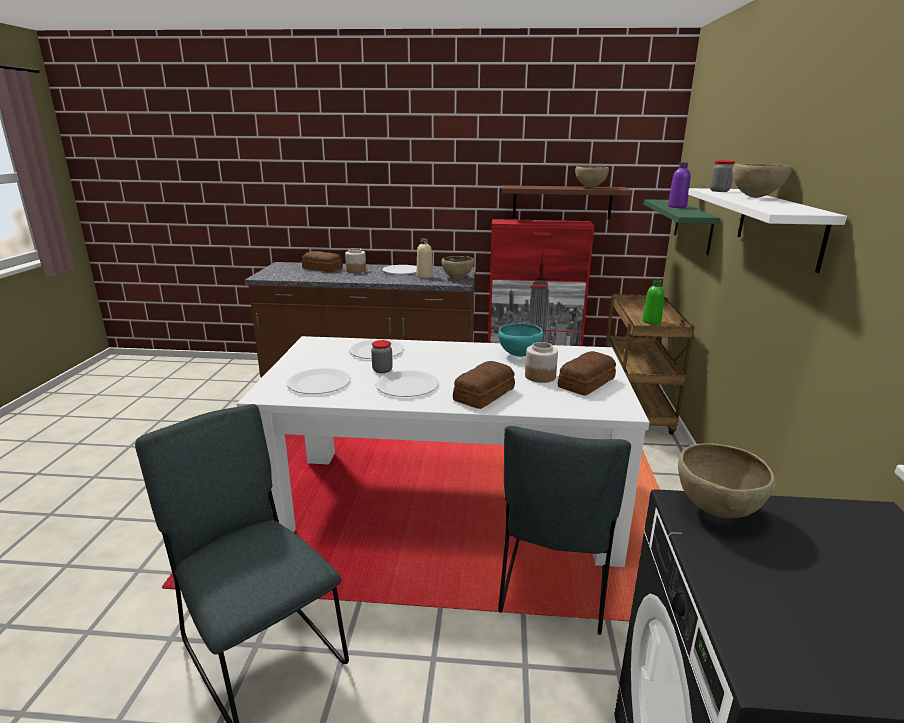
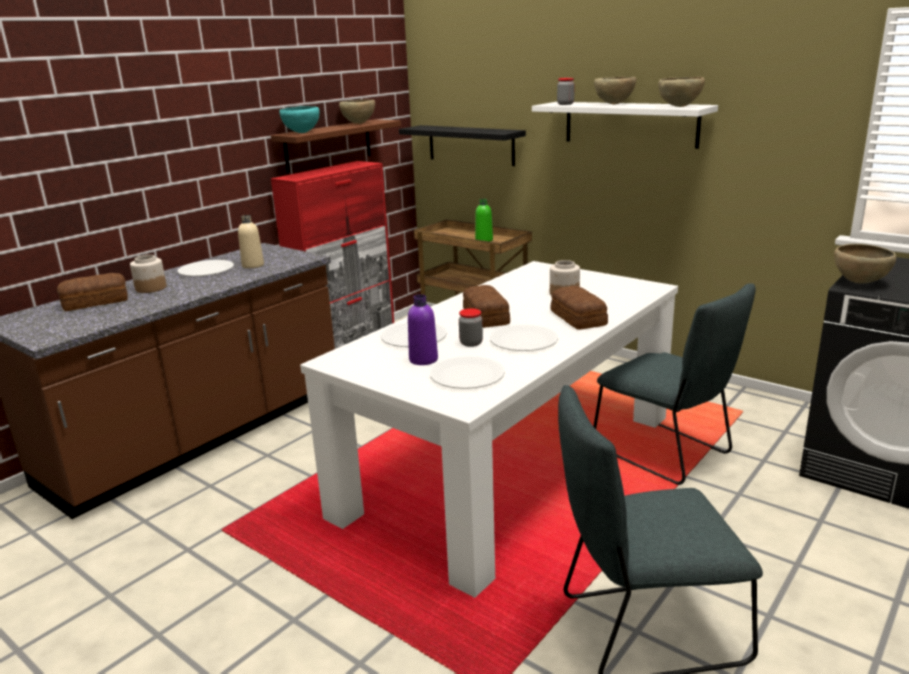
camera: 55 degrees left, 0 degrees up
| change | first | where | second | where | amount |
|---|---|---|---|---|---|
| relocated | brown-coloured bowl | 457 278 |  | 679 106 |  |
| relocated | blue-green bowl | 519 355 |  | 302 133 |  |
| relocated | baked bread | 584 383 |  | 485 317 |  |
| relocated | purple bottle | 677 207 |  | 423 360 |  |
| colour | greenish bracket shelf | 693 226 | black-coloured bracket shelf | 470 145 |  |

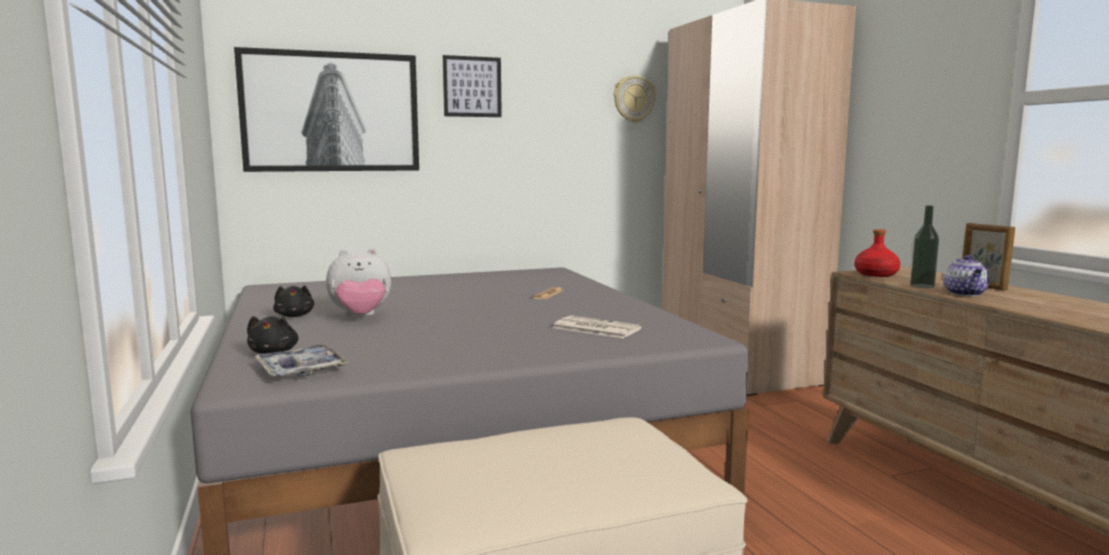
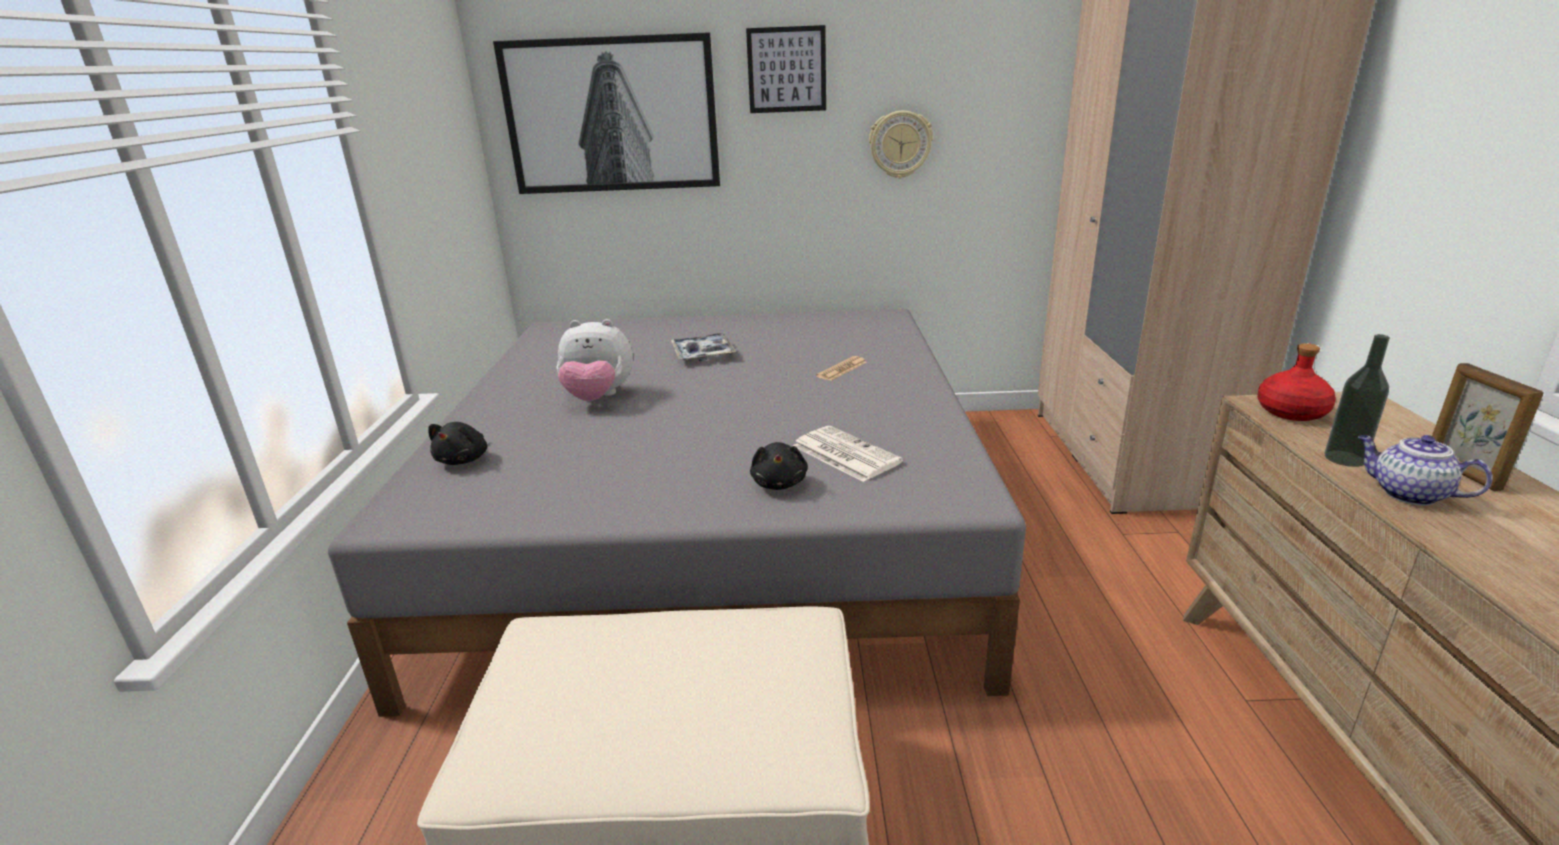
camera: 20 degrees right, 15 degrees up
| change | first | where | second | where | amount |
|---|---|---|---|---|---|
| relocated | serving tray | 302 370 |  | 703 354 |  |
| relocated | black-coloured cuddly toy | 294 316 |  | 779 483 |  |
| relocated | wall clock | 633 99 |  | 900 144 |  |
| spun | pot for tea | 965 294 |  | 1407 494 | 105 degrees clockwise |

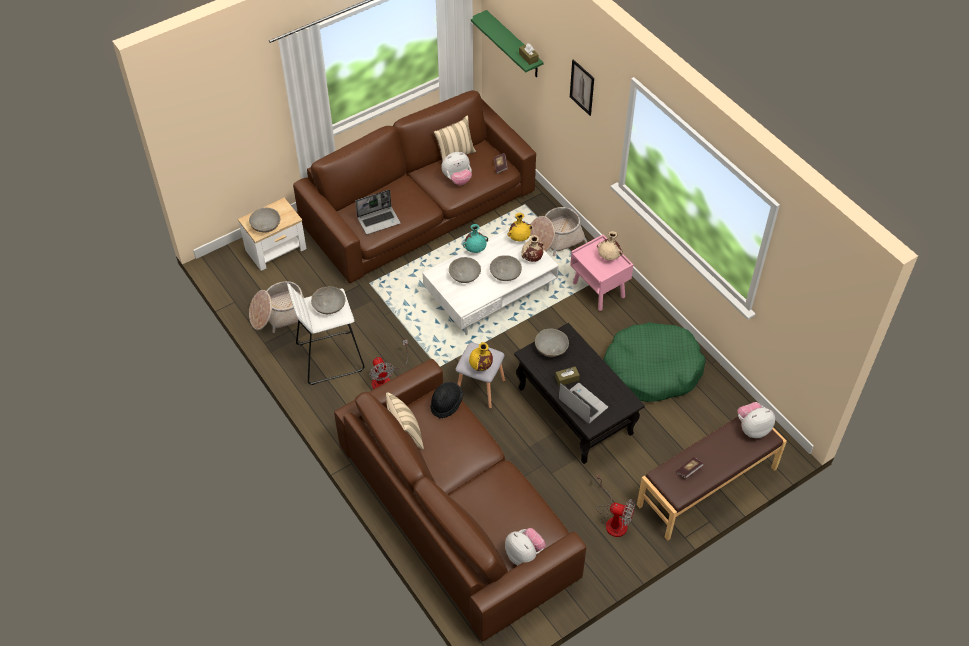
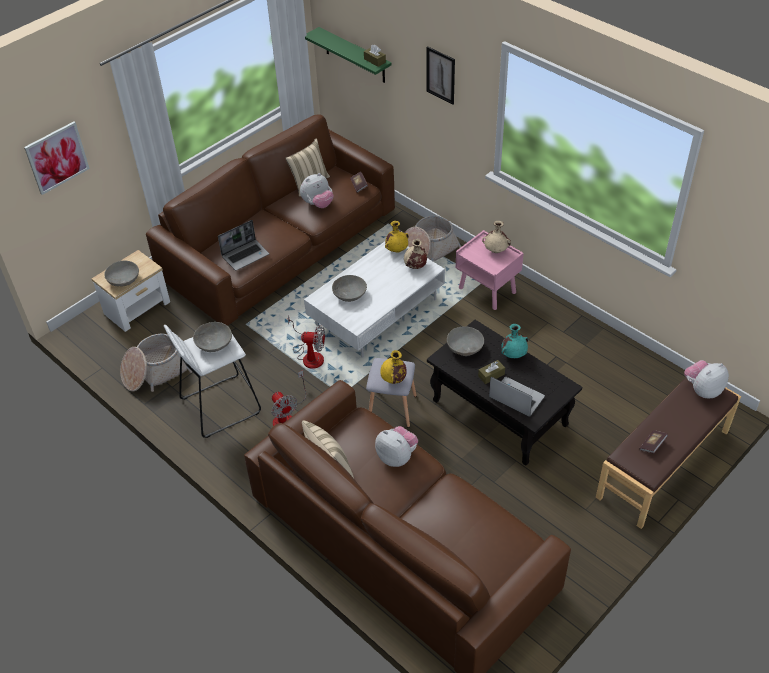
camera: 10 degrees left, 5 degrees down
| change | first | where | second | where | amount |
|---|---|---|---|---|---|
| missing | black-coloured clothing hat | 446 404 |  |  |  |
| missing | gray bowl | 505 274 |  |  |  |
| missing | greenish dog cushion | 651 370 |  |  |  |
| appeared |  |  | wall picture | 57 157 |  |
| relocated | blue-green flower vase | 475 250 |  | 514 355 |  |
| relocated | cuddly toy | 524 555 |  | 397 456 |  |
| relocated | fan | 613 520 |  | 309 355 |  |

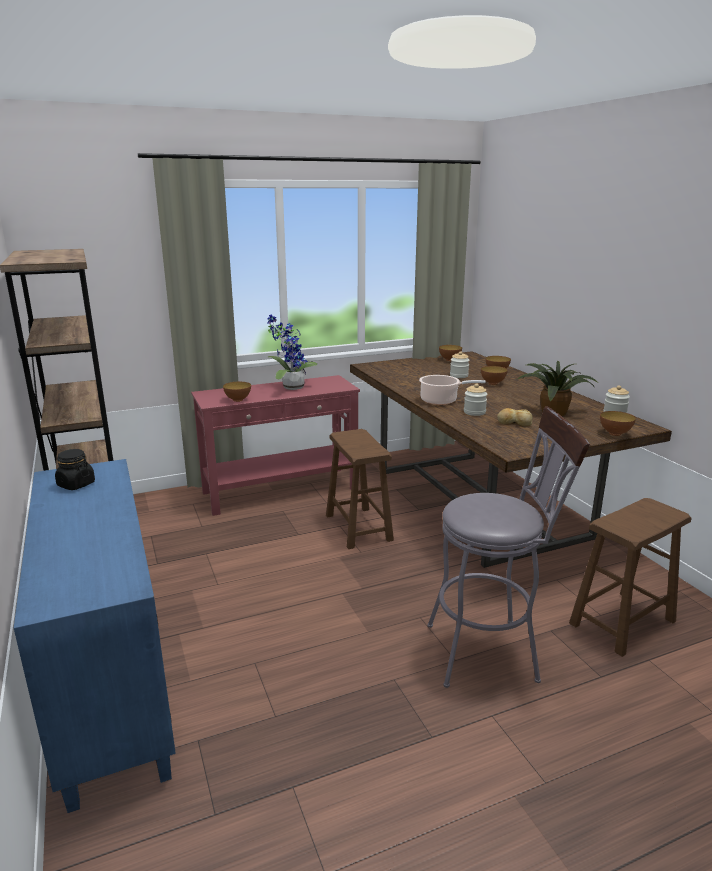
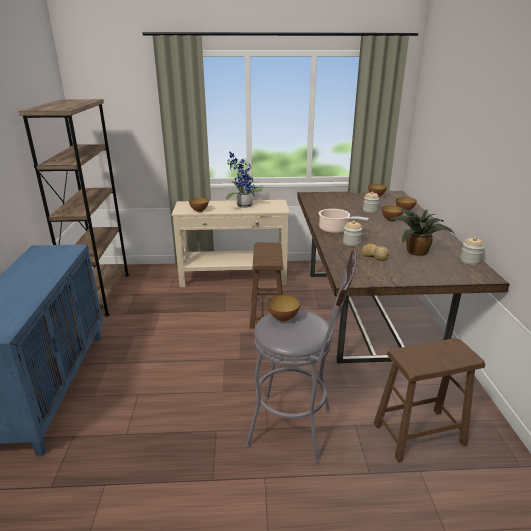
camera: 20 degrees right, 5 degrees up
| change | first | where | second | where | amount |
|---|---|---|---|---|---|
| missing | black-coloured preserve jar | 76 484 |  |  |  |
| relocated | bowl | 615 433 |  | 283 318 |  |
| colour | red-coloured console table | 281 491 | sand-coloured console table | 234 277 |  |

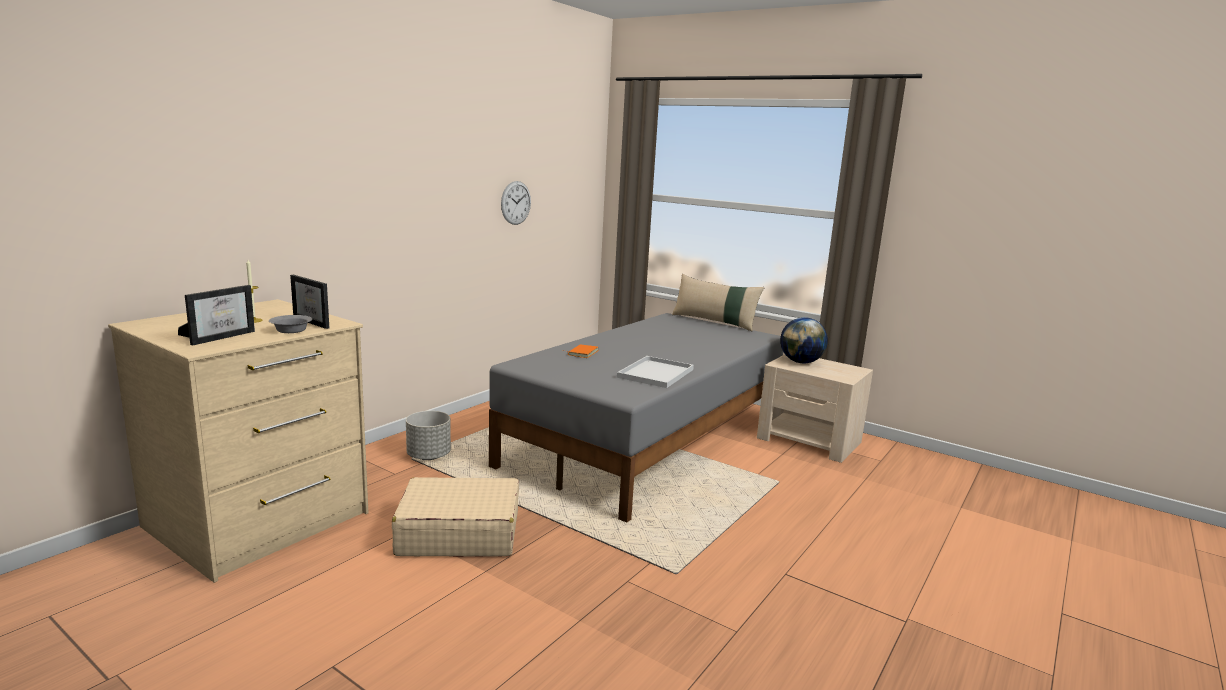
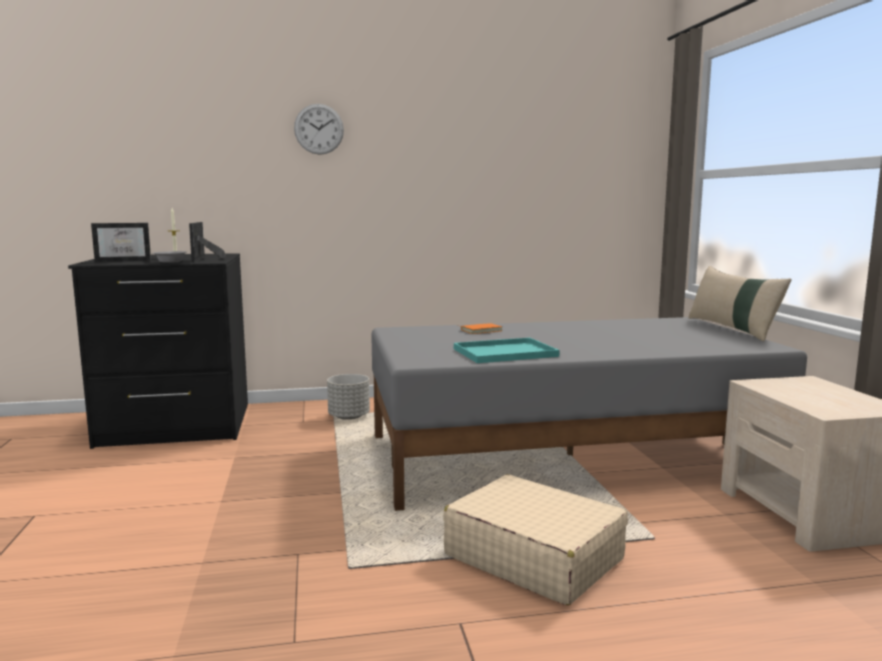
camera: 45 degrees right, 5 degrees down
| change | first | where | second | where | amount |
|---|---|---|---|---|---|
| missing | globe | 801 362 |  |  |  |
| relocated | sand-coloured suitcase | 458 533 |  | 533 557 |  |
| relocated | wall clock | 516 203 |  | 319 129 |  |
| colour | sand-coloured chest of drawers | 259 521 | black-coloured chest of drawers | 176 425 |  |
| colour | whitish serving tray | 656 374 | blue-green serving tray | 503 353 |  |

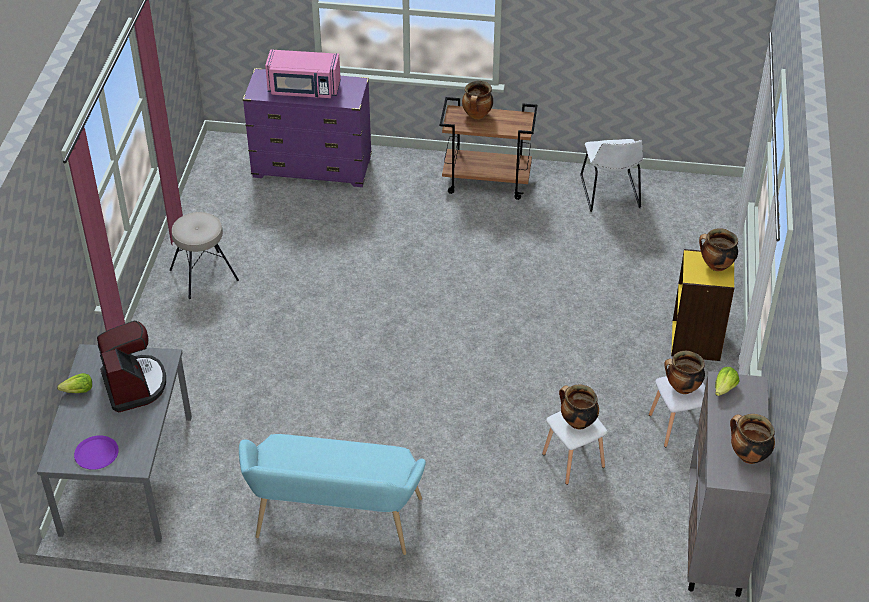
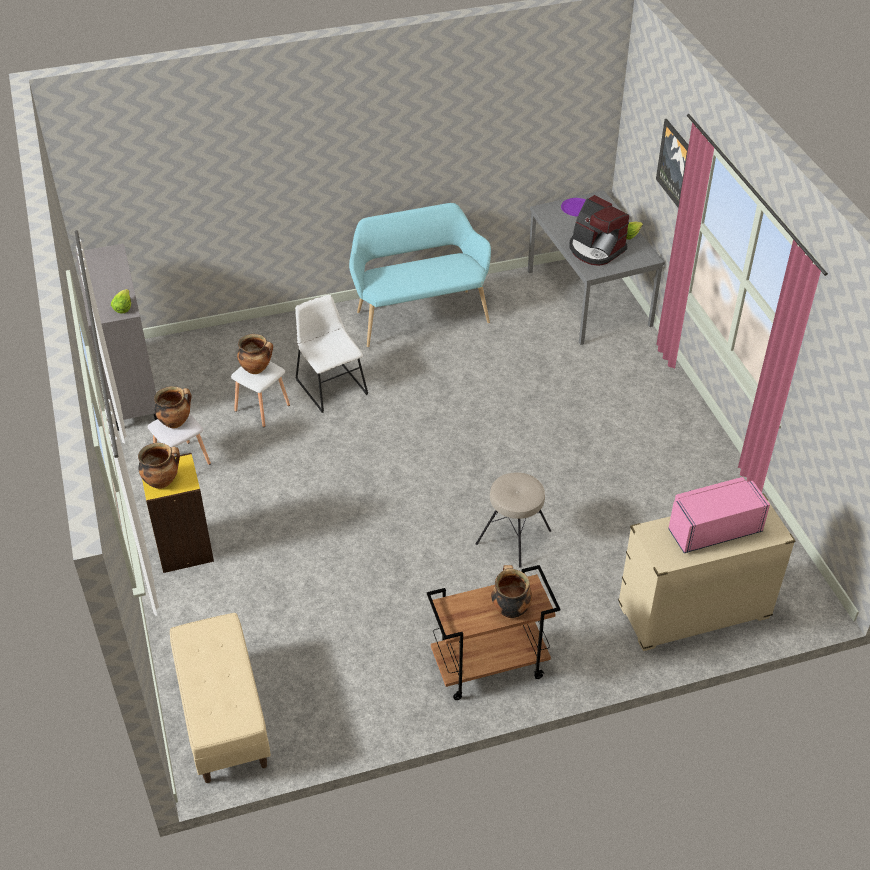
camera: 155 degrees right, 0 degrees up
| change | first | where | second | where | amount |
|---|---|---|---|---|---|
| missing | saucepot | 748 455 |  |  |  |
| appeared |  |  | sand-coloured indoor bench | 222 715 |  |
| appeared |  |  | wall picture | 675 164 |  |
| relocated | sand-coloured sitting stool | 203 274 |  | 514 537 |  |
| relocated | whitish upright chair | 610 194 |  | 330 385 |  |
| colour | purple chest of drawers | 312 167 | sand-coloured chest of drawers | 693 612 |  |

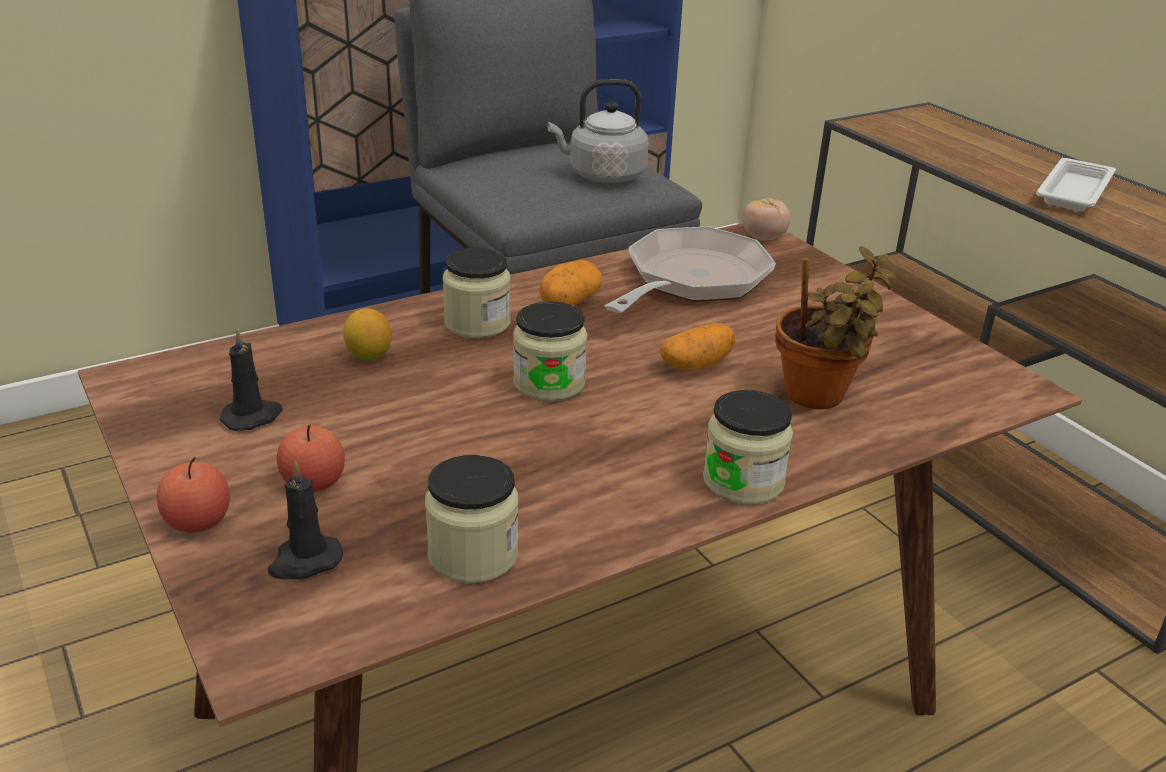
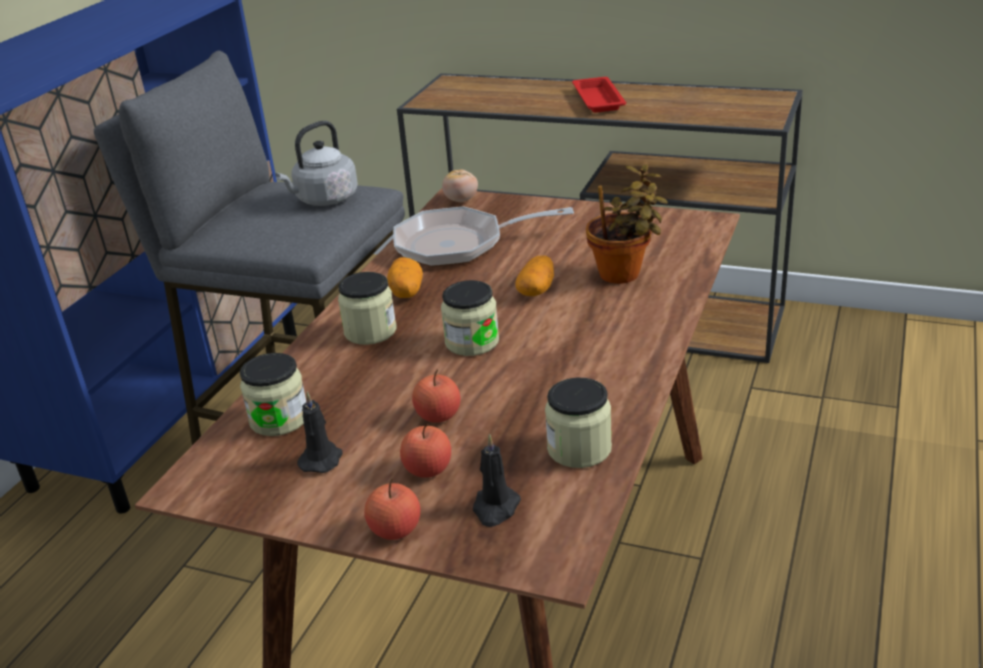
camera: 35 degrees left, 0 degrees up
| change | first | where | second | where | amount |
|---|---|---|---|---|---|
| missing | citrus fruit | 369 356 |  |  |  |
| appeared |  |  | whole apple | 438 416 |  |
| relocated | preserve jar | 743 481 |  | 279 419 |  |
| colour | whitish serving tray | 1074 191 | red-coloured serving tray | 598 99 |  |
| spun | pan | 691 281 |  | 459 244 | 90 degrees counterclockwise |

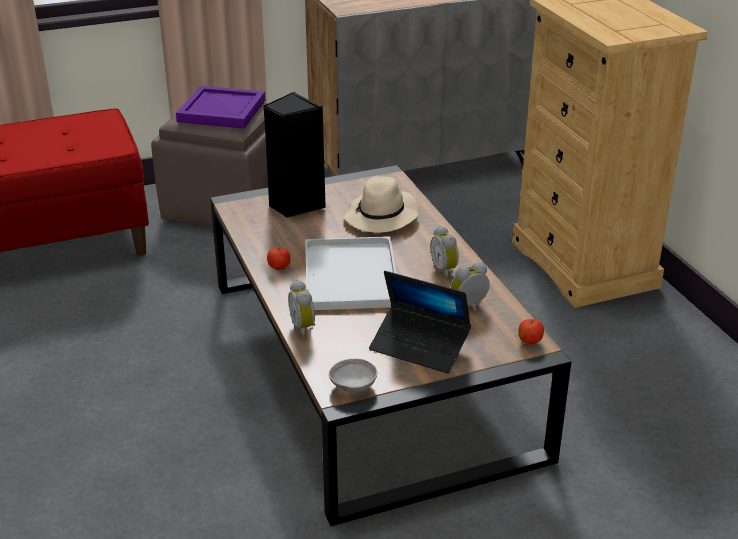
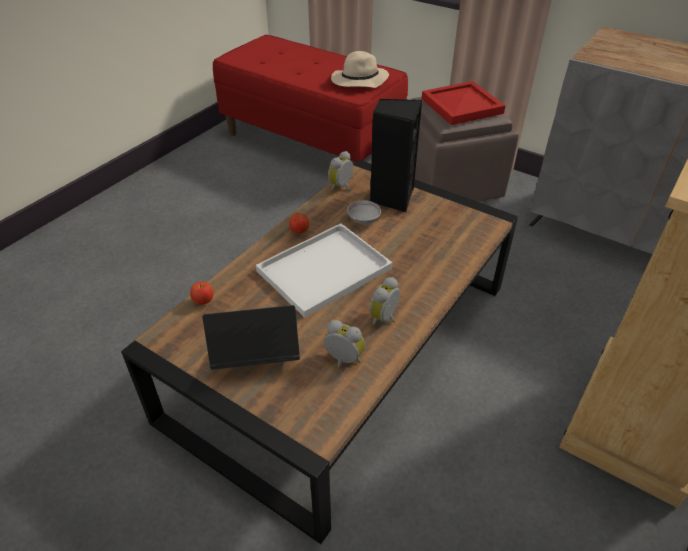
camera: 55 degrees right, 10 degrees up
| change | first | where | second | where | amount |
|---|---|---|---|---|---|
| relocated | alarm clock | 304 327 |  | 342 187 |  |
| relocated | gray bowl | 353 386 |  | 363 220 |  |
| relocated | sand-coloured clothing hat | 382 217 |  | 359 81 |  |
| relocated | whole apple | 529 342 |  | 203 301 |  |
| colour | purple serving tray | 223 110 | red-coloured serving tray | 463 106 |  |
| spun | portable computer | 419 346 |  | 256 356 | 90 degrees clockwise |

